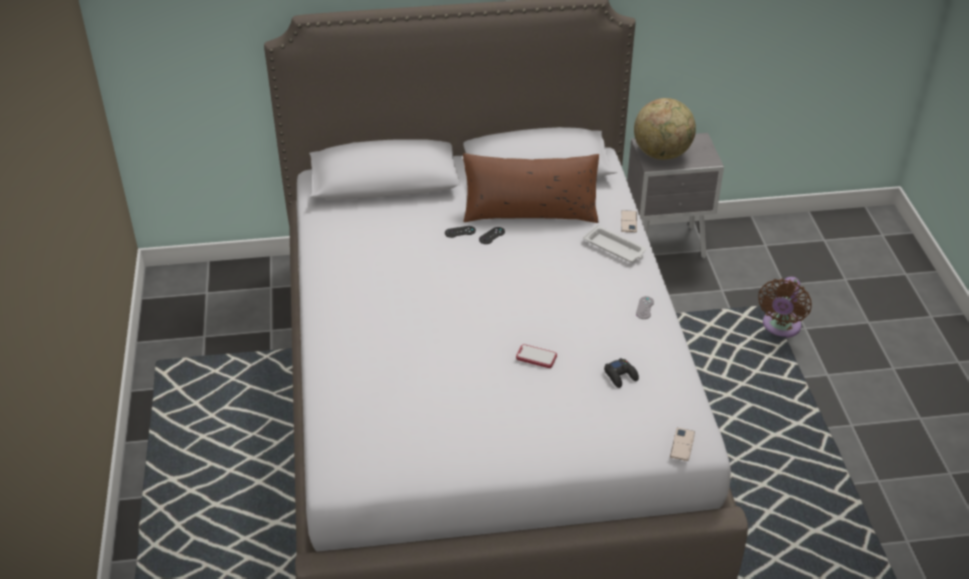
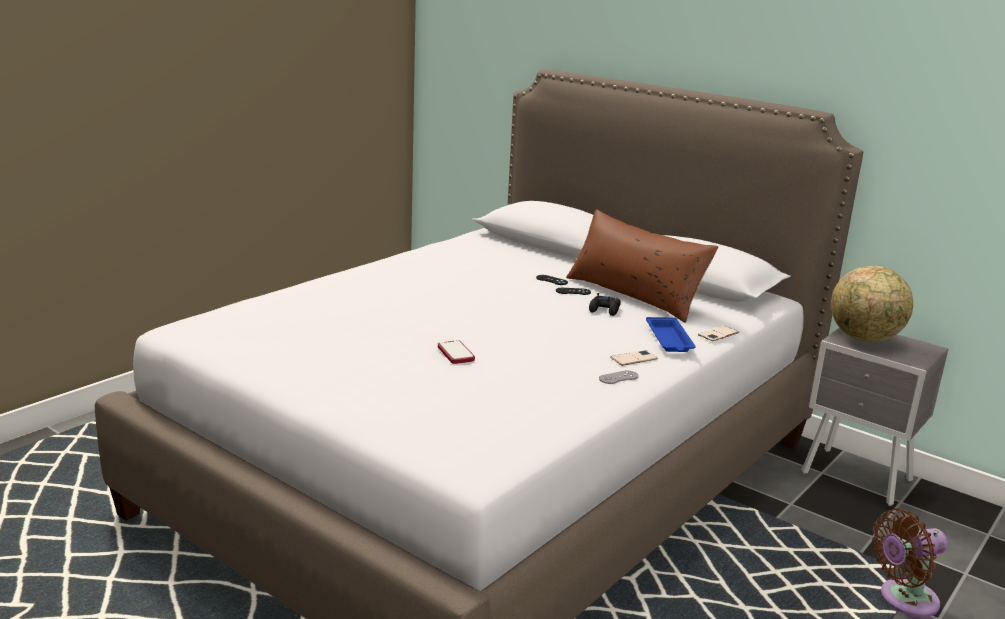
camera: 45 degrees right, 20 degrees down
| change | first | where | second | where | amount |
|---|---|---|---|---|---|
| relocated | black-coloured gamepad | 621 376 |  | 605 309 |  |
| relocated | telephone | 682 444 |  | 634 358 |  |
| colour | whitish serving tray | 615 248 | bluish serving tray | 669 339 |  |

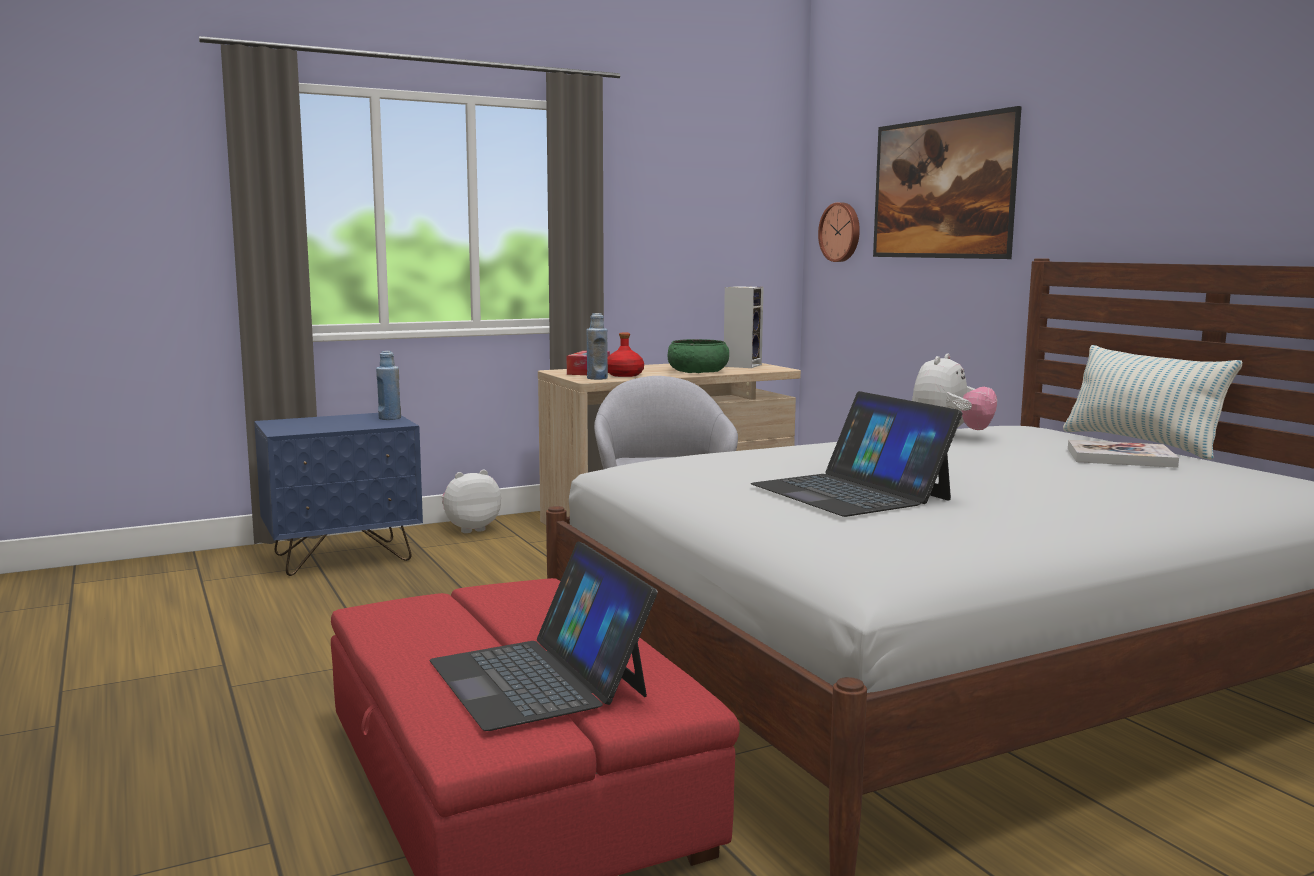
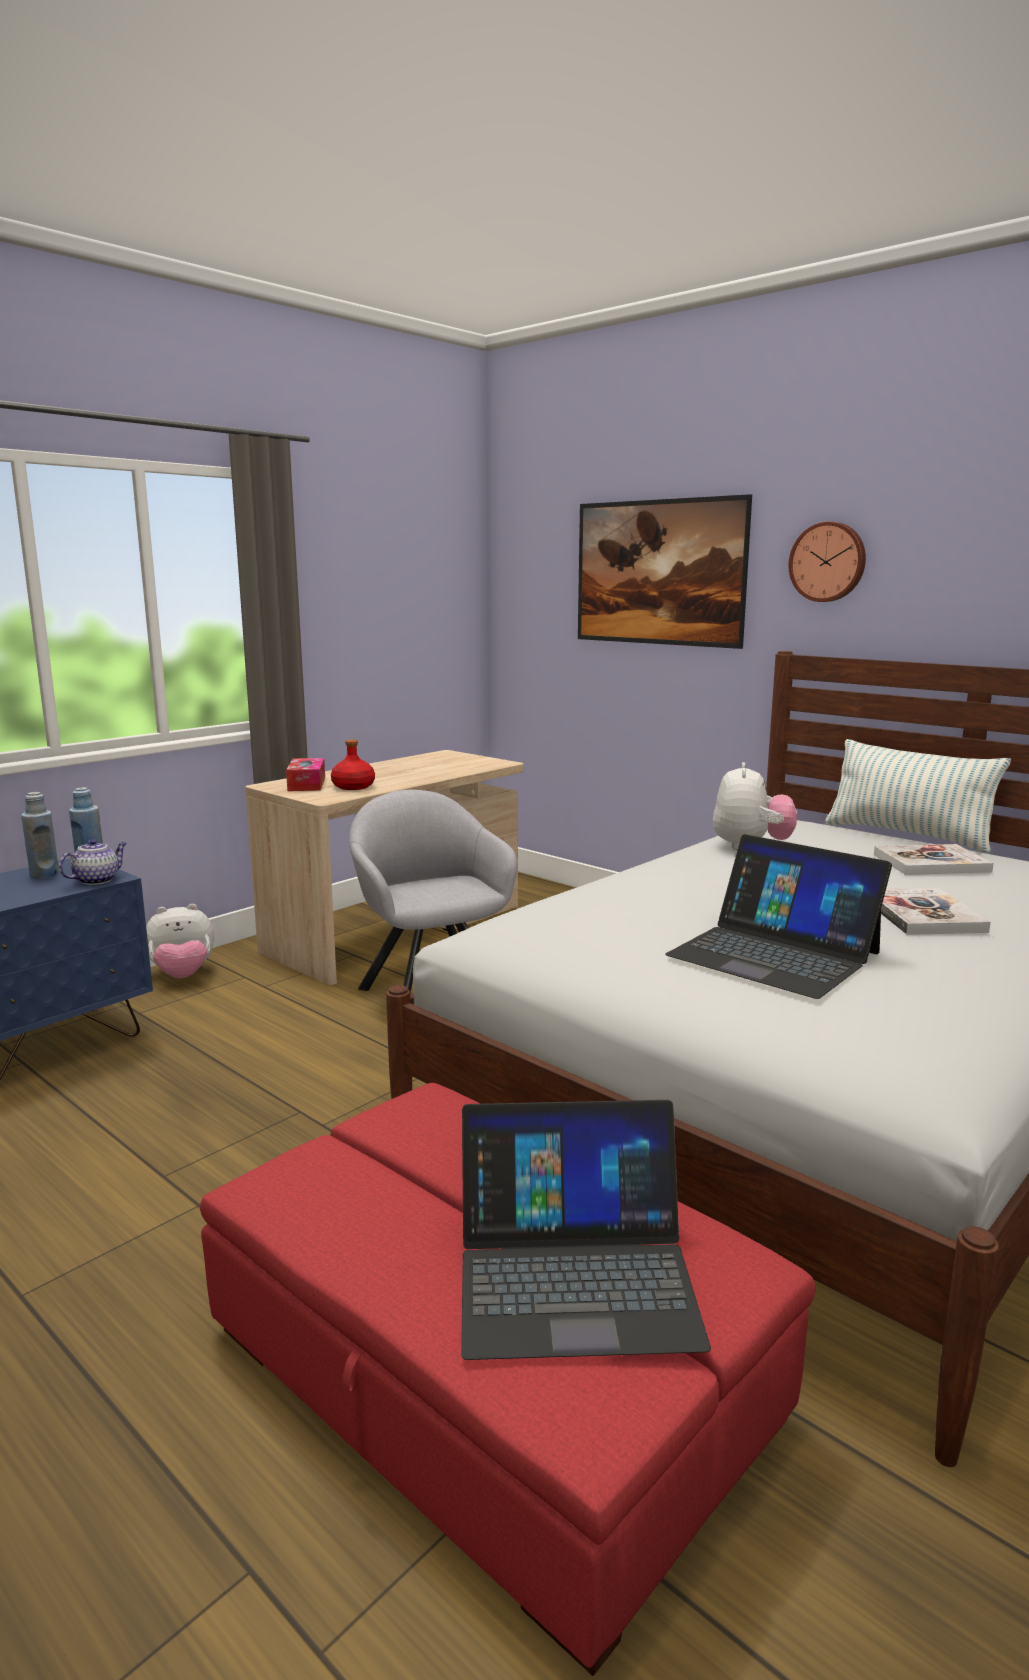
camera: 20 degrees left, 5 degrees up
| change | first | where | second | where | amount |
|---|---|---|---|---|---|
| missing | greenish bowl | 698 371 |  |  |  |
| missing | loudspeaker | 742 365 |  |  |  |
| appeared |  |  | pot for tea | 97 880 |  |
| appeared |  |  | volume | 922 915 |  |
| relocated | bluish bottle | 597 378 |  | 44 875 |  |
| relocated | wall clock | 841 232 |  | 828 562 |  |
| spun | portable computer | 539 678 |  | 575 1274 | 45 degrees counterclockwise |
| spun | cuddly toy | 470 529 |  | 182 975 | 150 degrees counterclockwise |

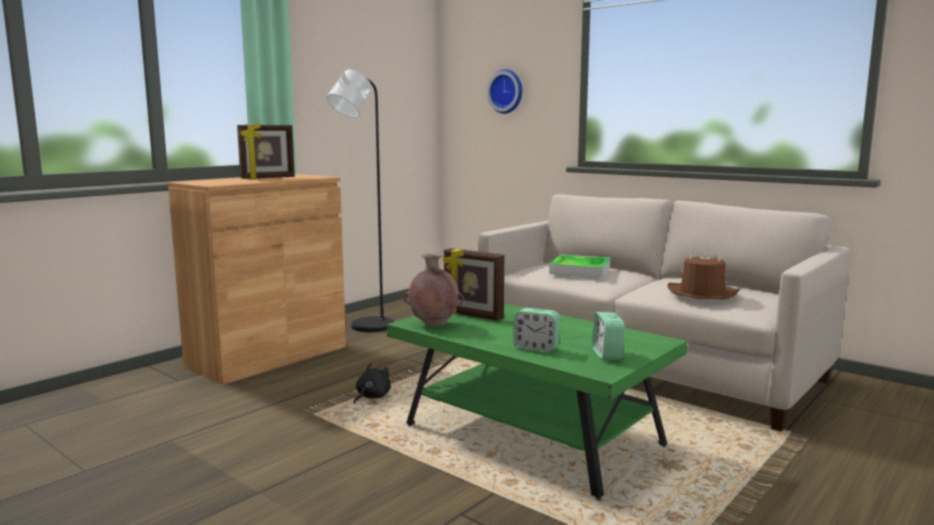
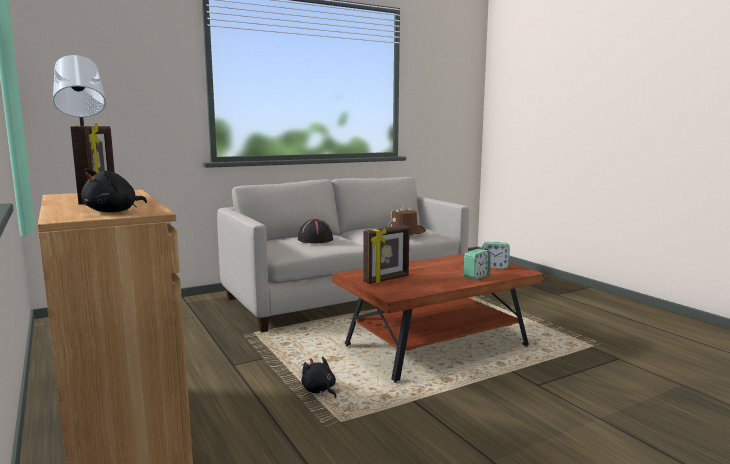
camera: 70 degrees left, 0 degrees up
| change | first | where | second | where | amount |
|---|---|---|---|---|---|
| missing | brown-coloured flower vase | 433 324 |  |  |  |
| missing | wall clock | 507 91 |  |  |  |
| appeared |  |  | black-coloured cuddly toy | 114 211 |  |
| exchanged | serving tray | 580 270 | black-coloured clothing hat | 315 239 |  |
| colour | greenish low table | 531 436 | brown-coloured low table | 436 347 |  |

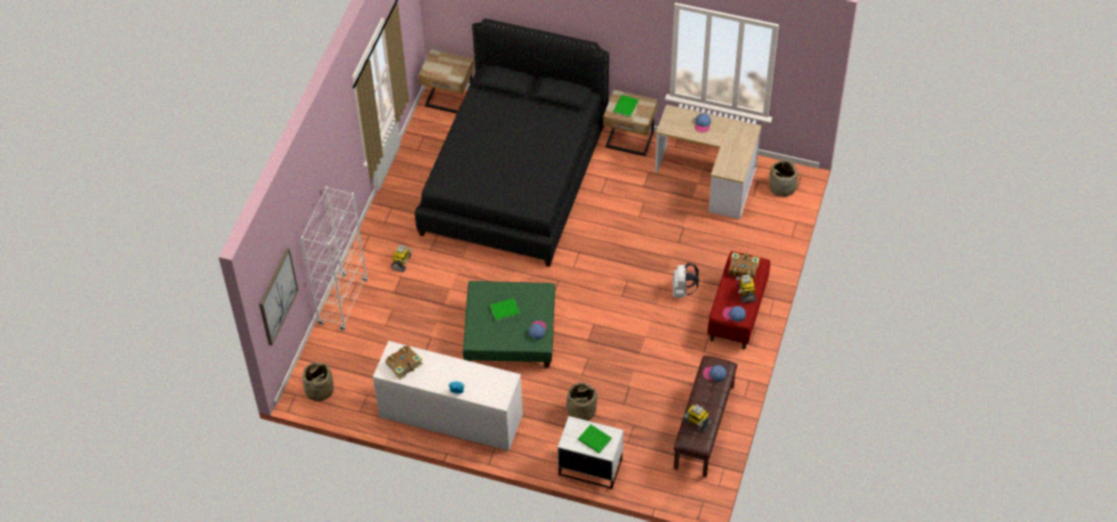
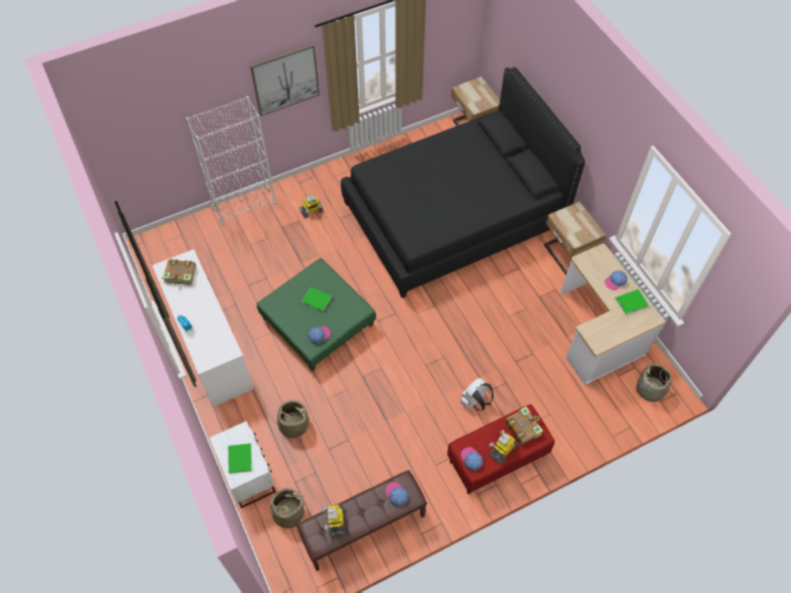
camera: 45 degrees right, 5 degrees up
| change | first | where | second | where | amount |
|---|---|---|---|---|---|
| relocated | wall picture | 277 296 |  | 285 79 |  |
| relocated | household basket | 319 390 |  | 288 513 |  |
| relocated | greenish volume | 625 107 |  | 630 302 |  |

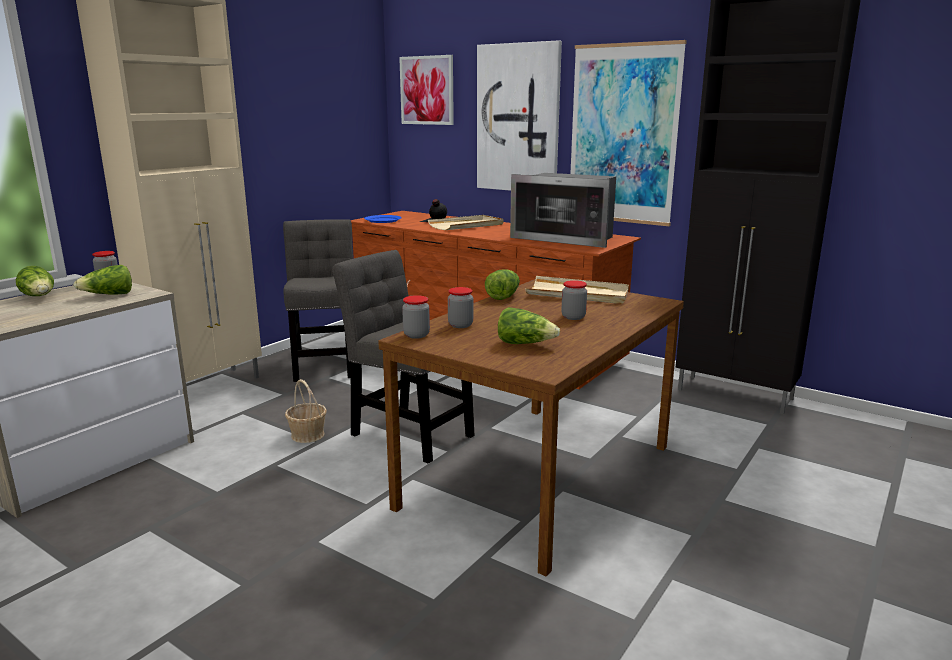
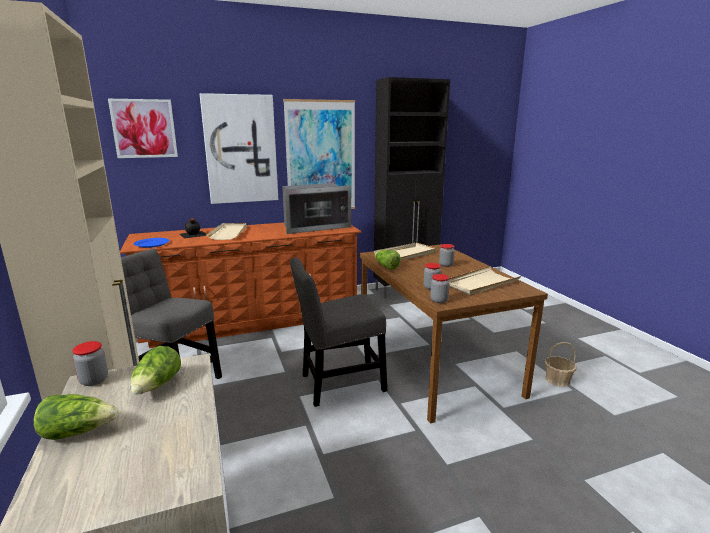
camera: 55 degrees left, 0 degrees up
| change | first | where | second | where | amount |
|---|---|---|---|---|---|
| relocated | household basket | 307 435 |  | 558 380 |  |
| exchanged | head of lettuce | 525 344 | sand-coloured serving tray | 481 283 |  |

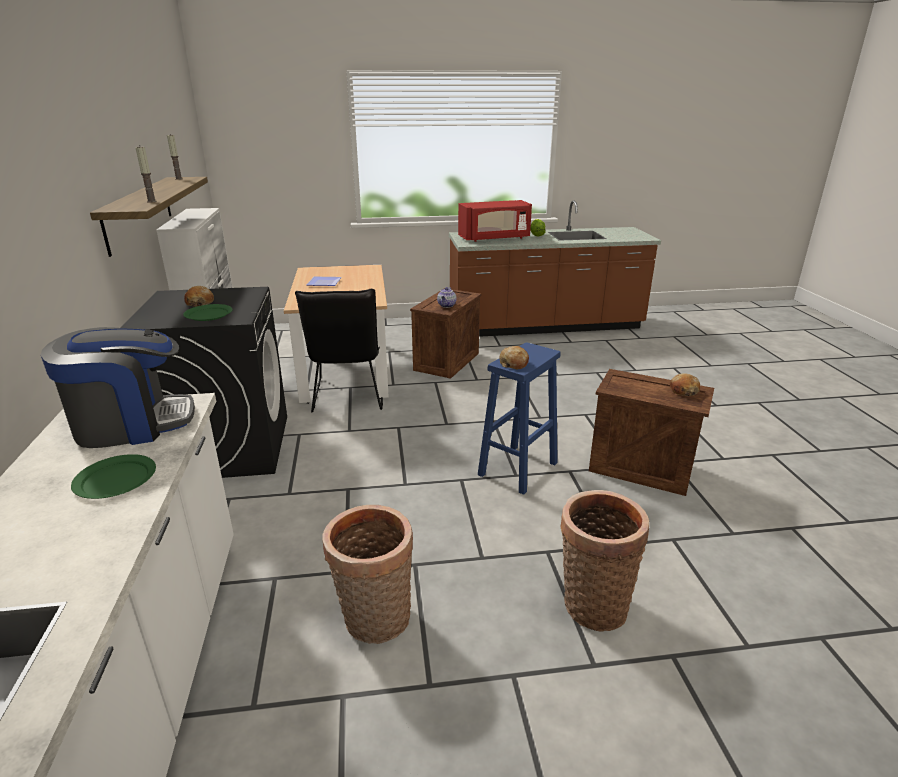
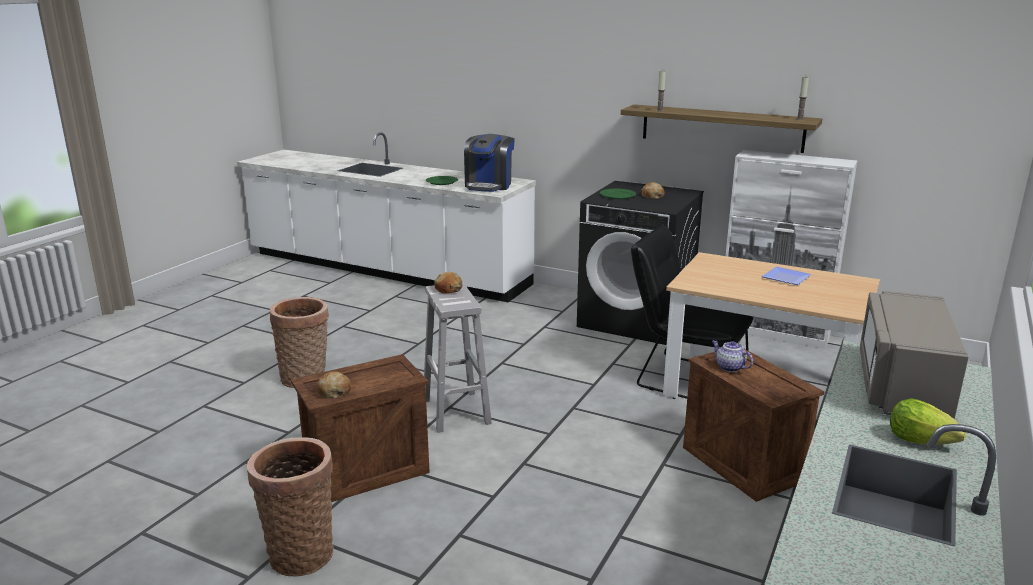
camera: 125 degrees right, 5 degrees down
| change | first | where | second | where | amount |
|---|---|---|---|---|---|
| relocated | household basket | 374 621 |  | 300 552 |  |
| colour | red-coloured microwave oven | 494 238 | gray microwave oven | 901 387 |  |
| colour | bluish sitting stool | 517 469 | whitish sitting stool | 455 410 |  |

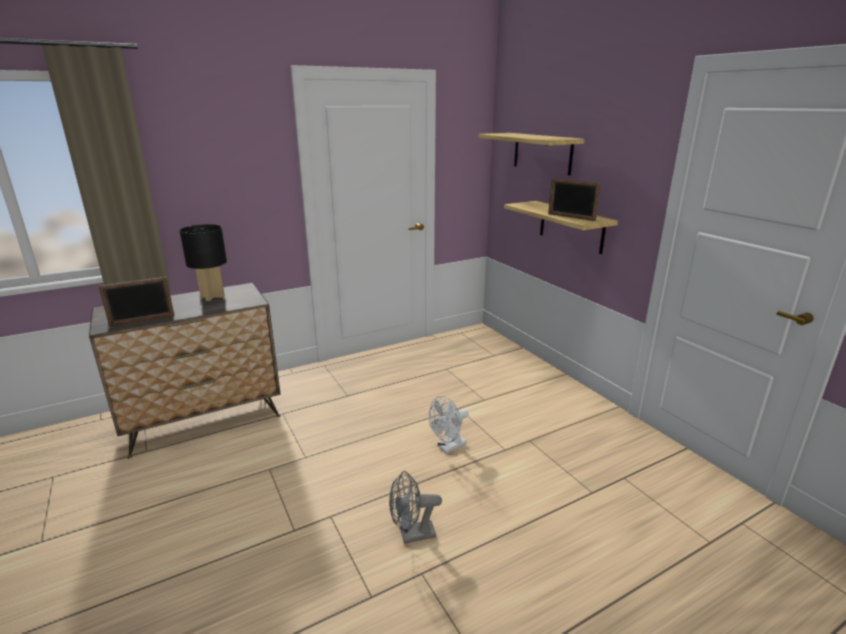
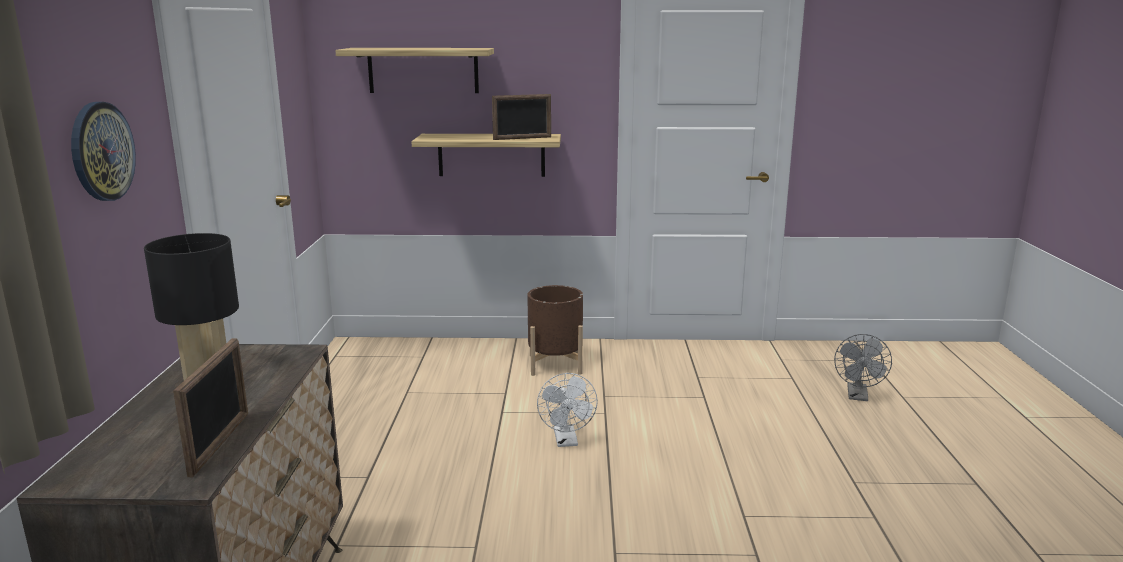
camera: 60 degrees left, 5 degrees down
| change | first | where | second | where | amount |
|---|---|---|---|---|---|
| appeared |  |  | wall clock | 101 151 |  |
| appeared |  |  | brown-coloured planter | 555 364 |  |
| relocated | gray fan | 412 535 |  | 858 396 |  |

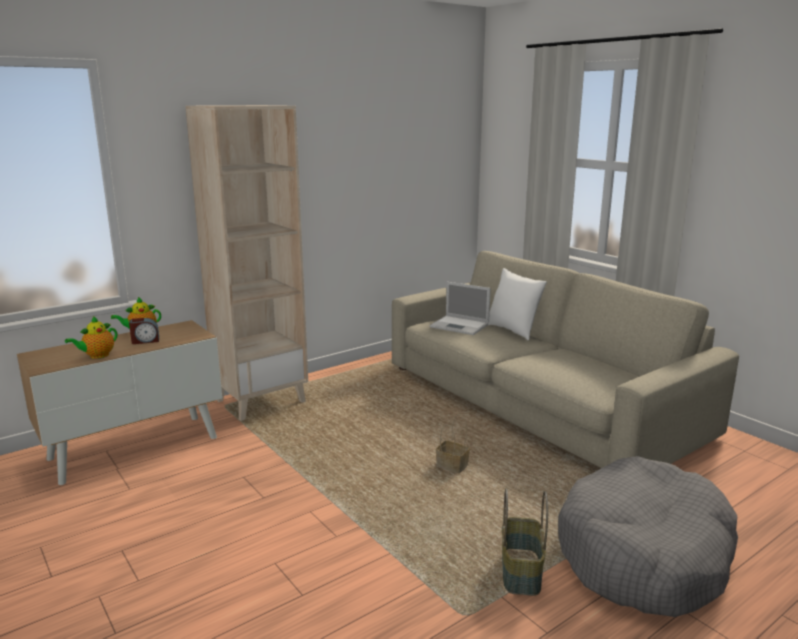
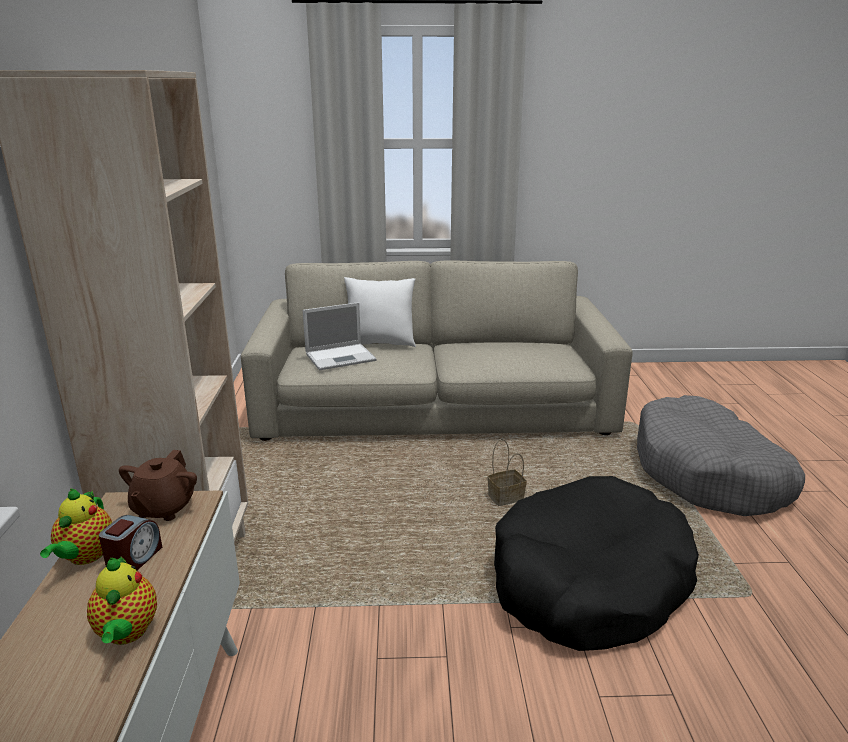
camera: 55 degrees left, 5 degrees up
| change | first | where | second | where | amount |
|---|---|---|---|---|---|
| missing | household basket | 522 572 |  |  |  |
| appeared |  |  | brown-coloured pot for tea | 163 508 |  |
| appeared |  |  | black-coloured dog cushion | 589 582 |  |

